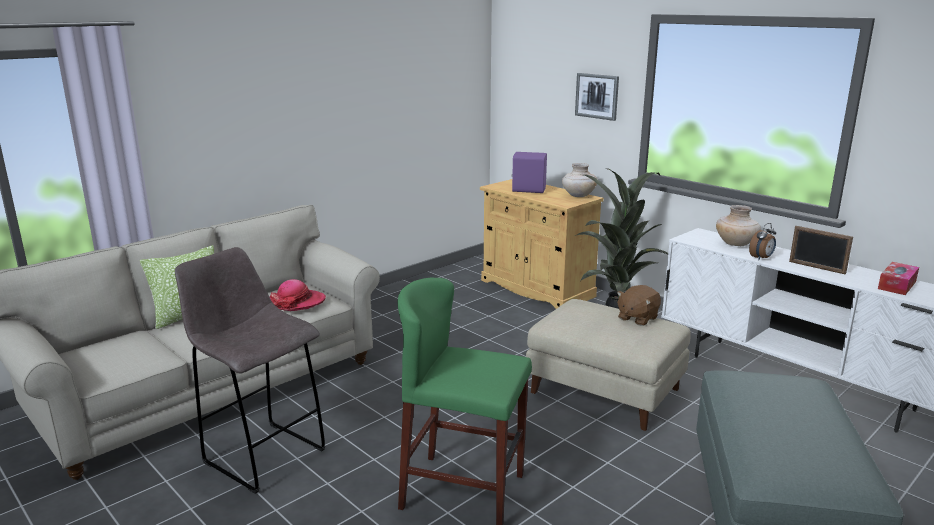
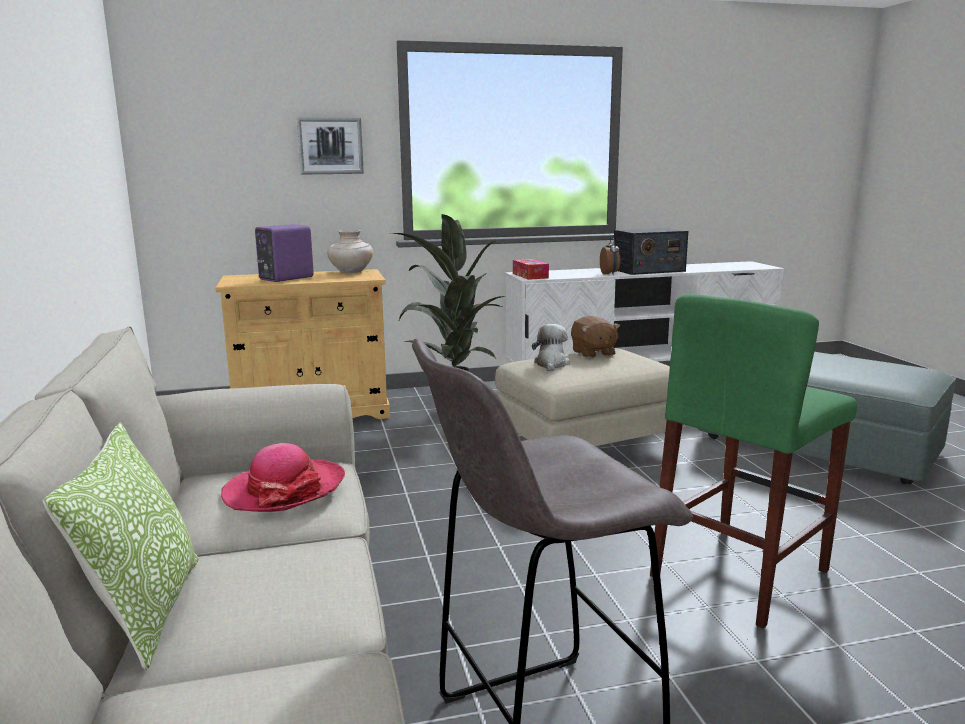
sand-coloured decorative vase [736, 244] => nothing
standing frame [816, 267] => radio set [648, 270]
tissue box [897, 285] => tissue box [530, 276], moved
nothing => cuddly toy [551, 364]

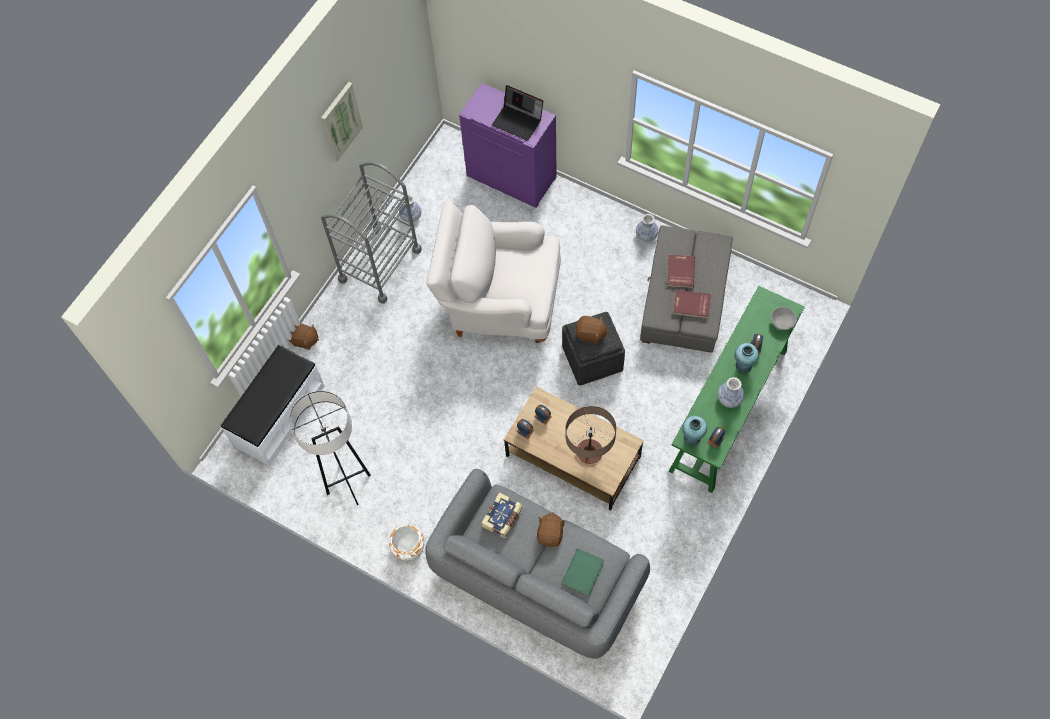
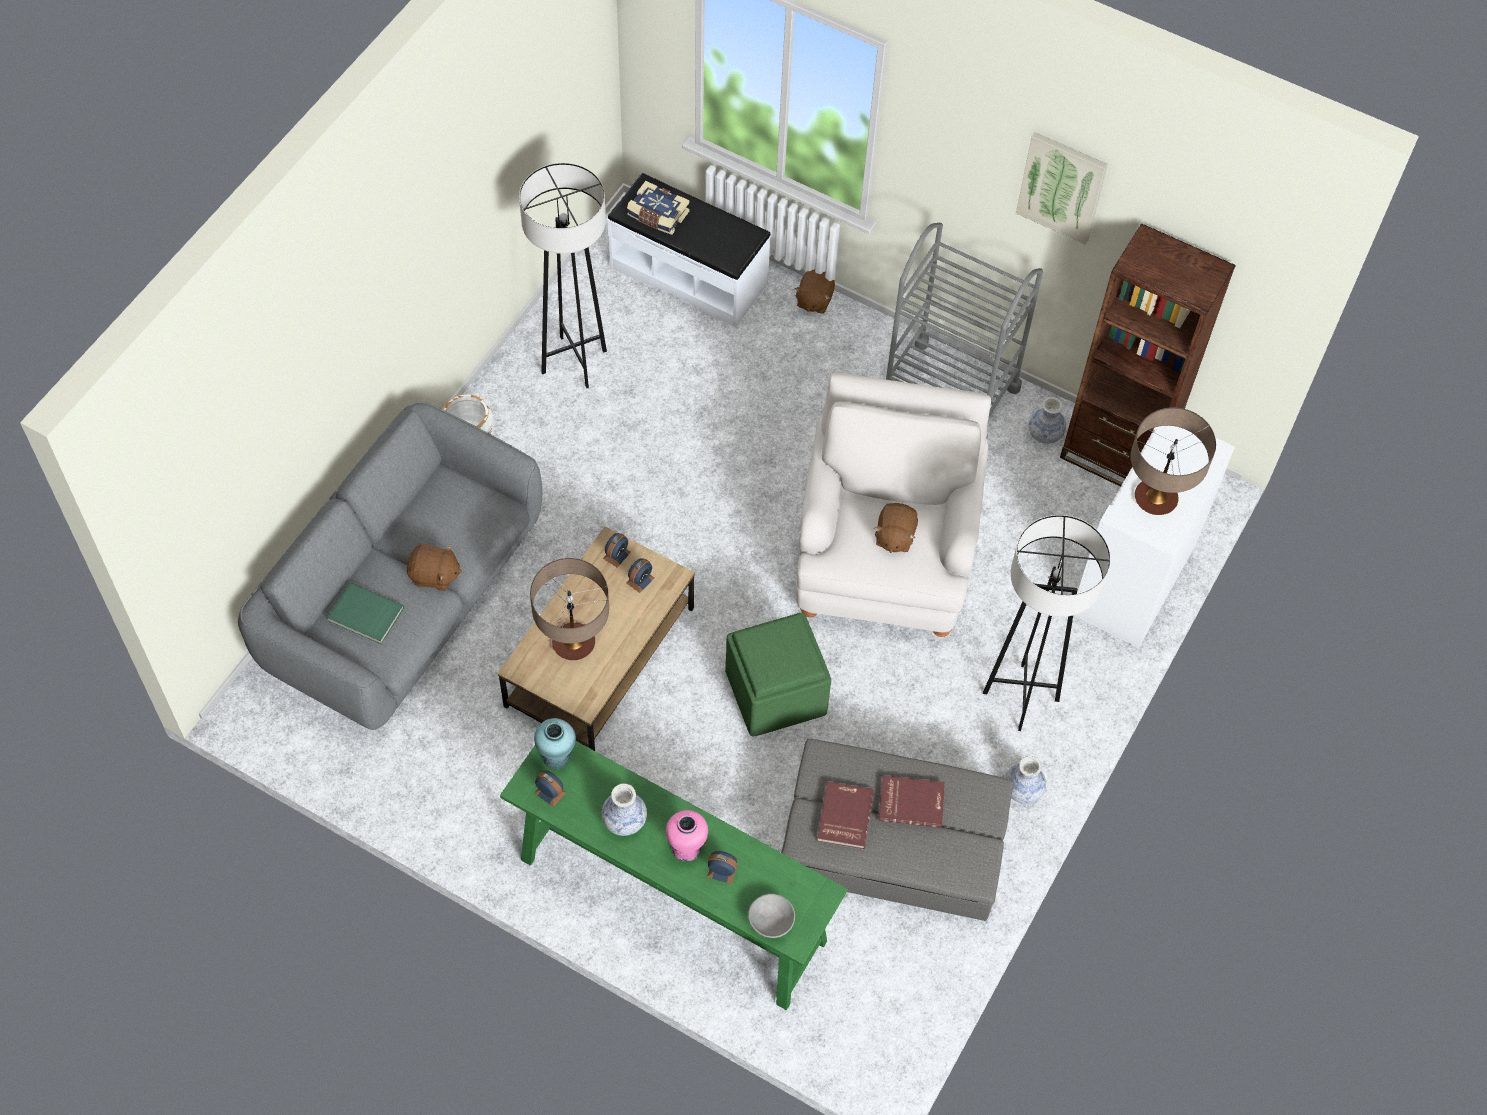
purplish cabinet [512, 176] => white-coloured cabinet [1134, 581]
portable computer [518, 121] => table lamp [1155, 499]
grey pouffe [592, 359] => green pouffe [774, 691]
brown-coloured cuddly toy [590, 334] => brown-coloured cuddly toy [894, 537], moved
turquoise-coloured decorative vase [743, 365] => pinkish decorative vase [686, 848]
book [503, 518] => book [657, 216], moved
nothing => brown-coloured shelving unit [1114, 455]
nothing => grey standing lamp [1020, 696]

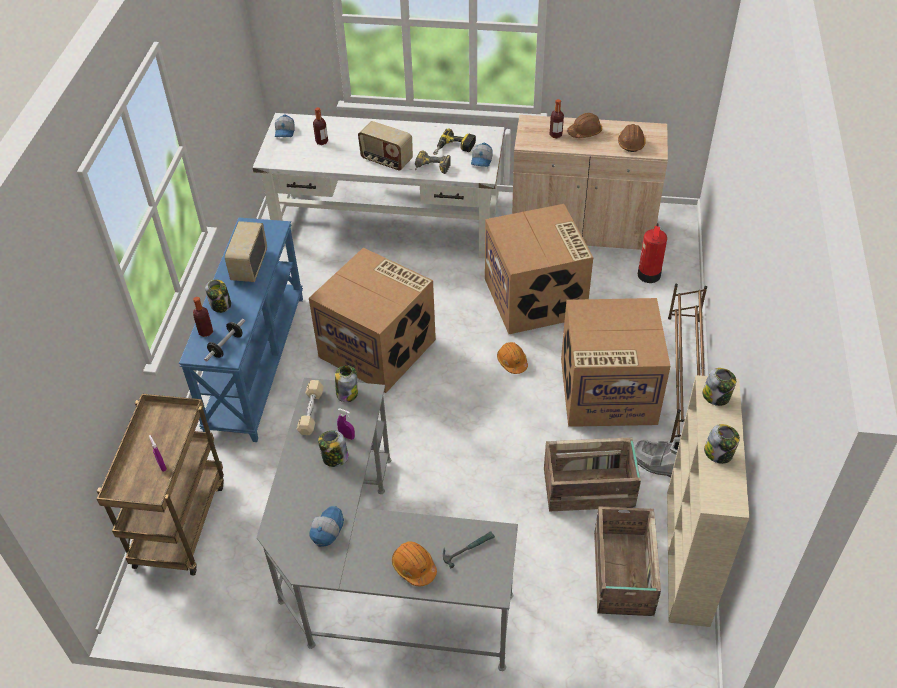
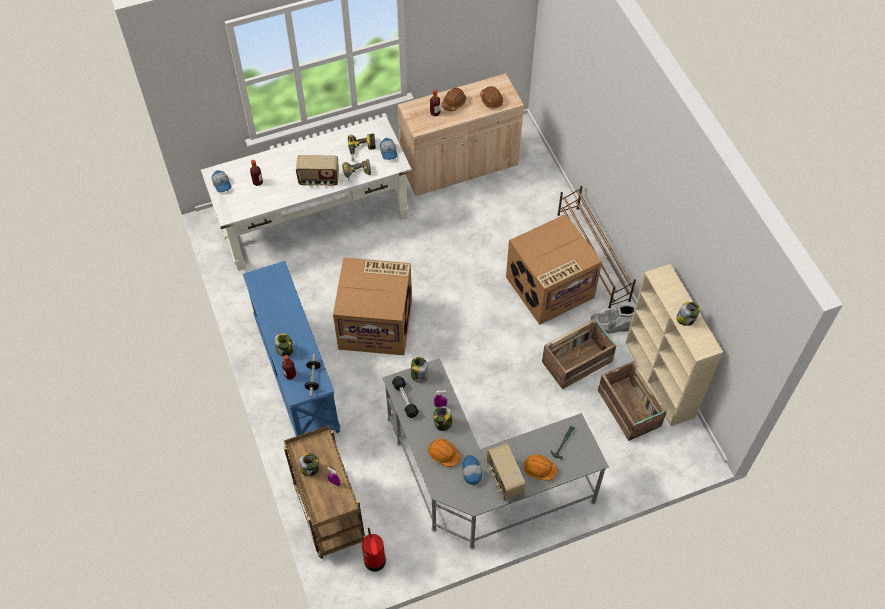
packing box [536, 298] => nothing
radio set [249, 266] => radio set [504, 479], moved
extinguisher [649, 275] => extinguisher [375, 561], moved
orangey work helmet [512, 362] => orangey work helmet [443, 454], moved
preserve jar [716, 396] => preserve jar [310, 468], moved
sand-coloured free weight [311, 412] => black-coloured free weight [405, 399]

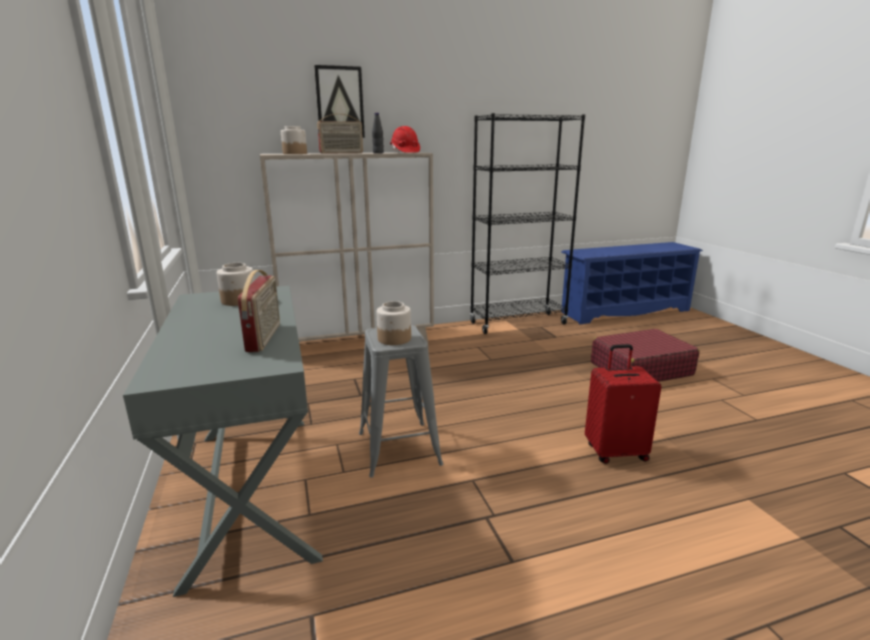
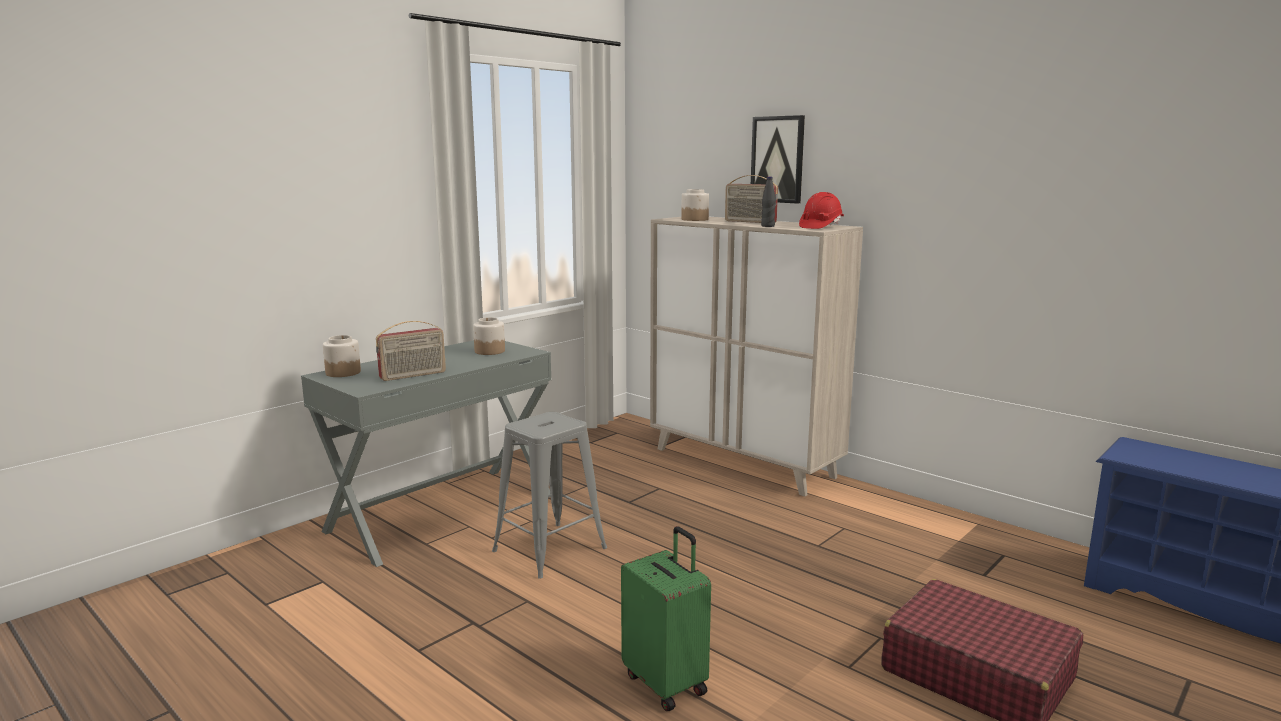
black-coloured shelving unit [518, 323] => nothing
preserve jar [394, 339] => preserve jar [343, 372], moved
red suitcase [615, 452] => green suitcase [667, 683]

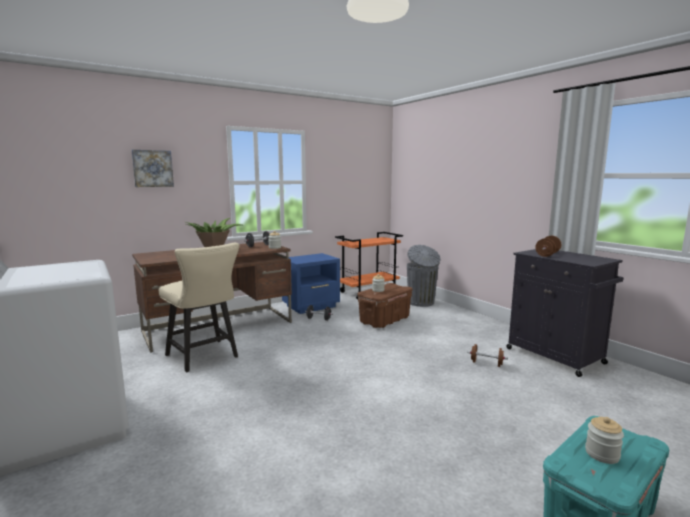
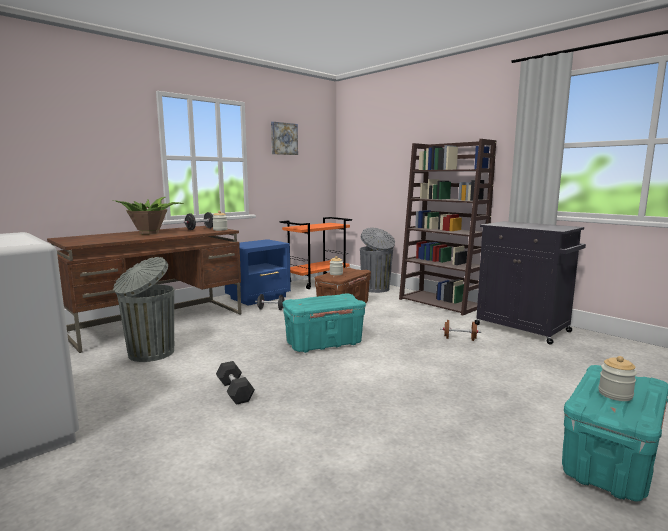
wall picture [152, 168] => wall picture [283, 138], moved
brown-coloured free weight [547, 254] => nothing
sand-coloured plain chair [205, 357] => grey rubbish bin [150, 353]
nothing => brown-coloured shelving unit [441, 303]
nothing => turquoise-coloured storage box [324, 343]
nothing => grey free weight [235, 391]

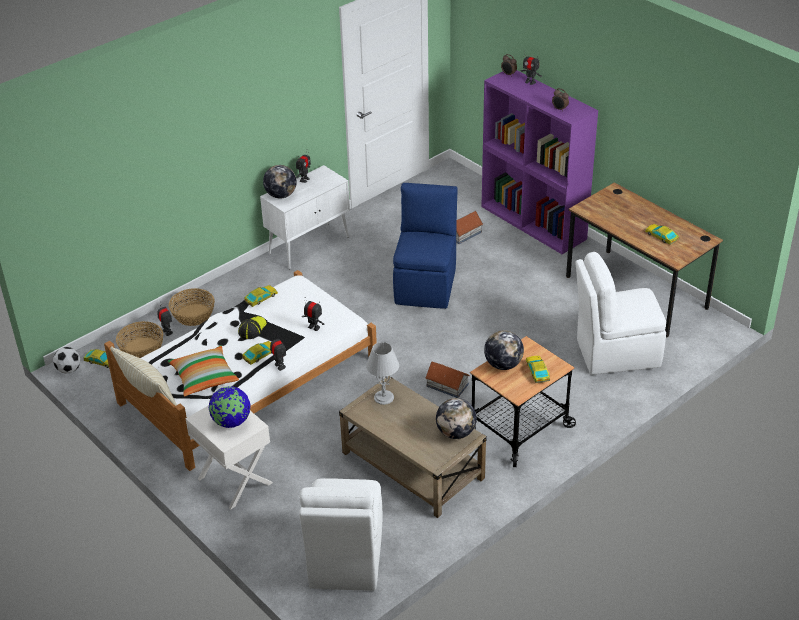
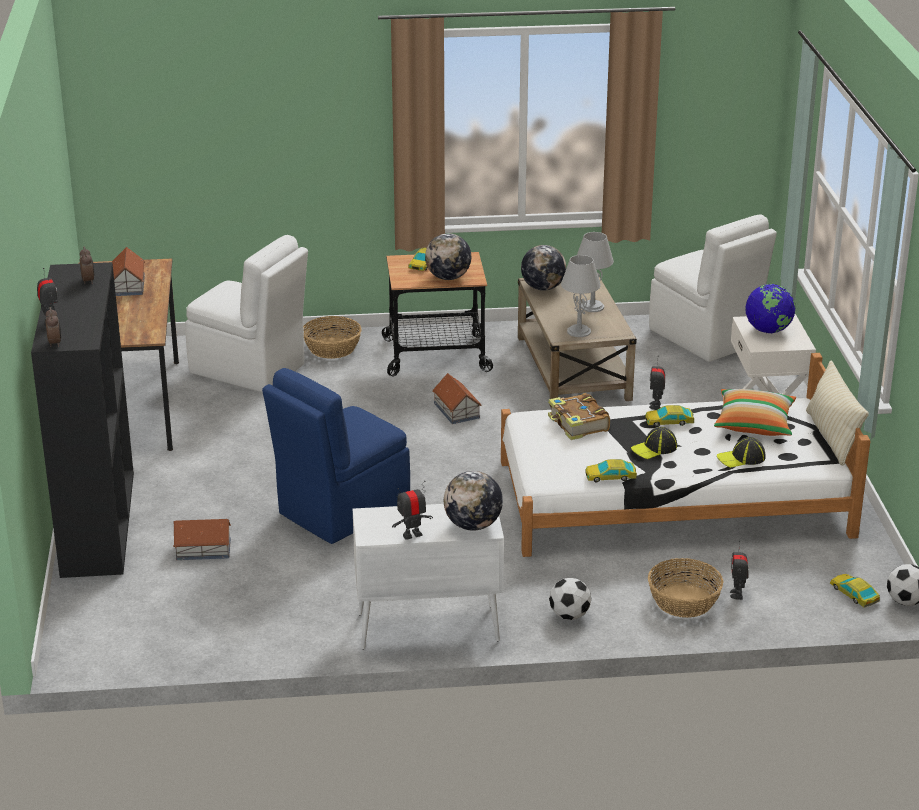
purplish shelving unit [534, 222] => black-coloured shelving unit [97, 522]
model car [661, 236] => miniature house [128, 285]
toy robot [314, 327] => book [578, 425]
basket [141, 349] => basket [332, 348], moved
white-coloured plain chair [345, 558] => white-coloured plain chair [705, 338], 105 degrees clockwise
nothing => grey table lamp [592, 307]
nothing => cap [741, 458]
nothing => football [569, 615]

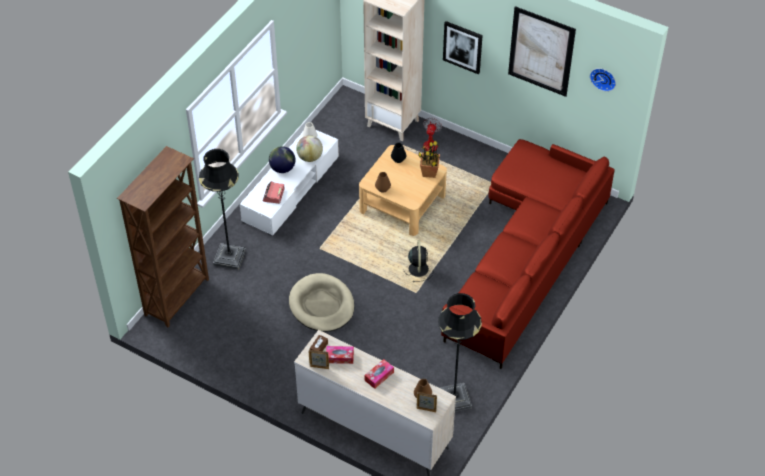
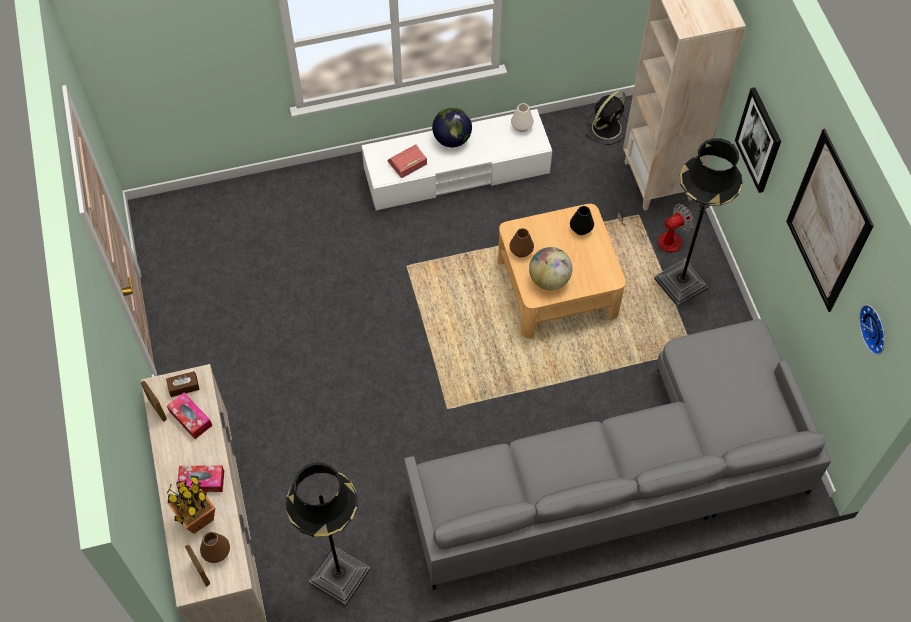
world globe [310, 157] => world globe [549, 279], moved
plant in a pot [429, 172] => plant in a pot [197, 518], moved
red sofa [526, 256] => grey sofa [625, 475]
brown-coloured shelving unit [178, 297] => nothing
black-coloured standing lamp [229, 257] => black-coloured standing lamp [680, 284], moved
black-coloured electric fan [418, 268] => black-coloured electric fan [607, 126], moved
sand-coloured dog cushion [322, 305] => nothing

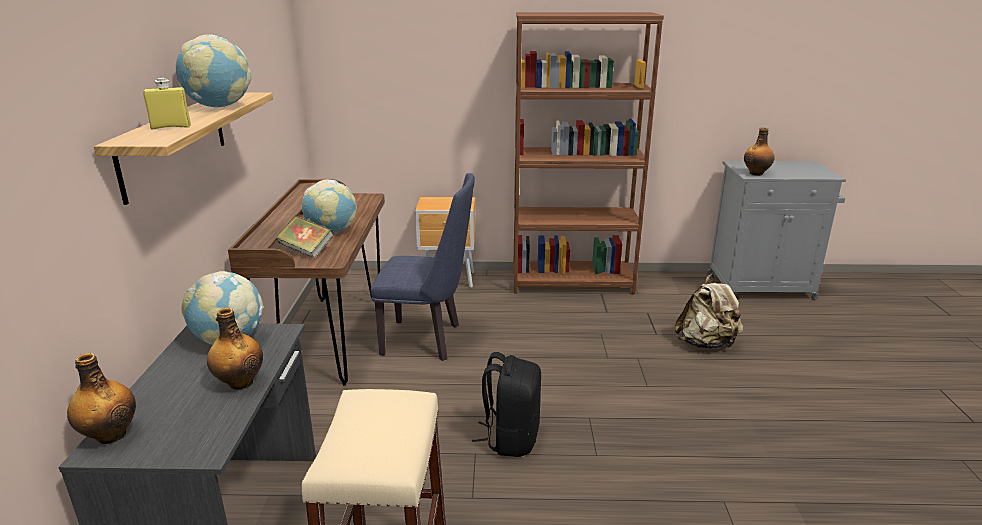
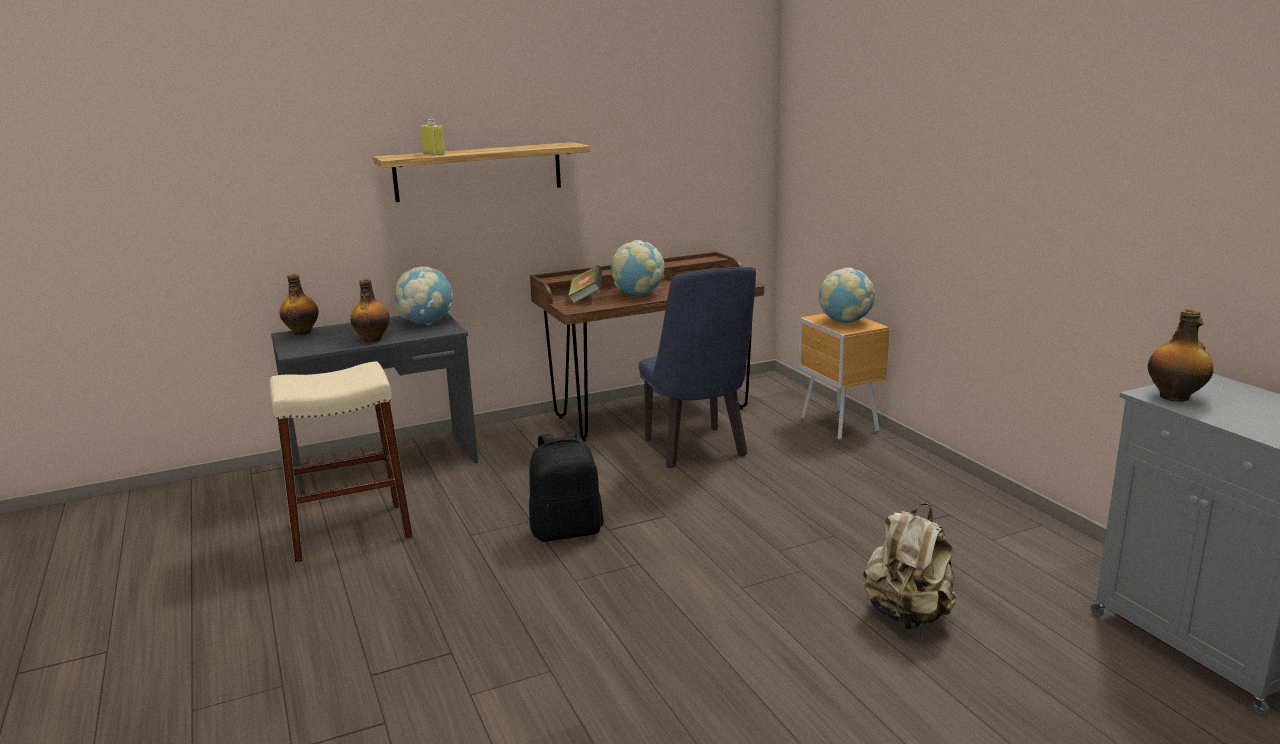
brown-coloured shelving unit [572, 283] => nothing
world globe [219, 107] => world globe [845, 322], moved

